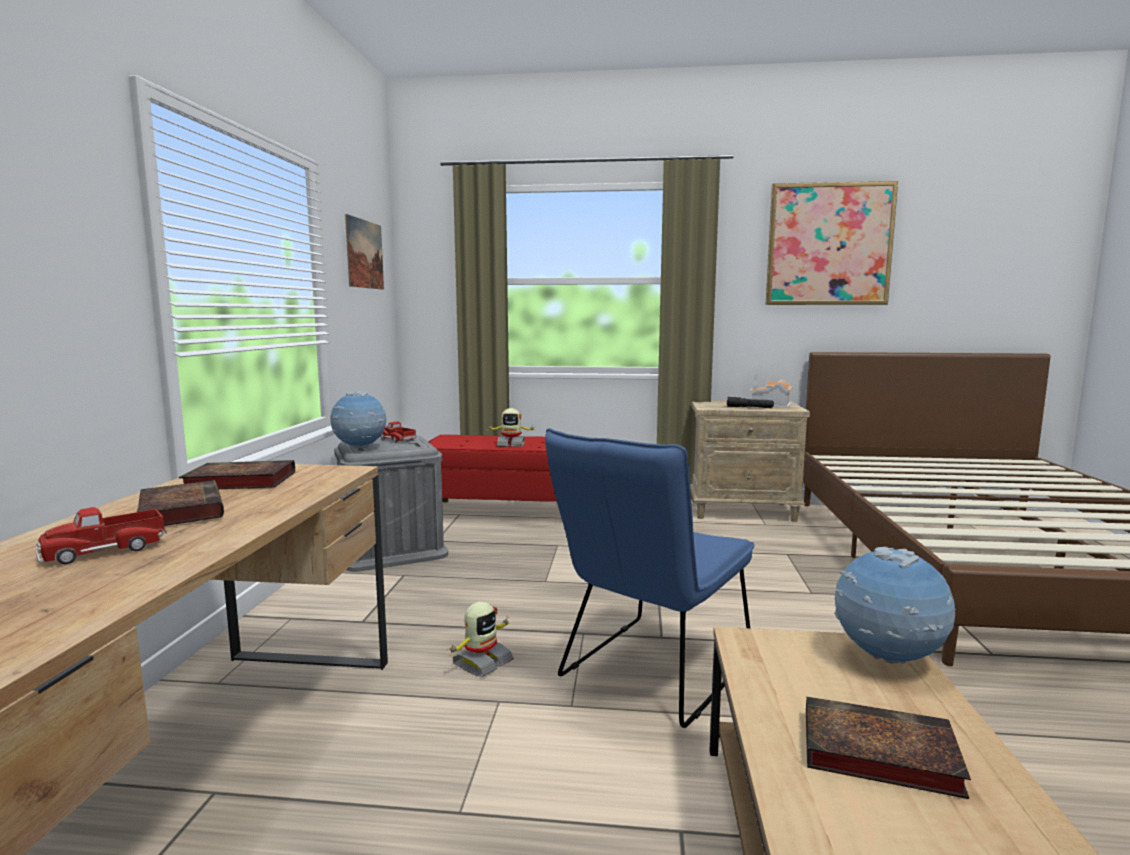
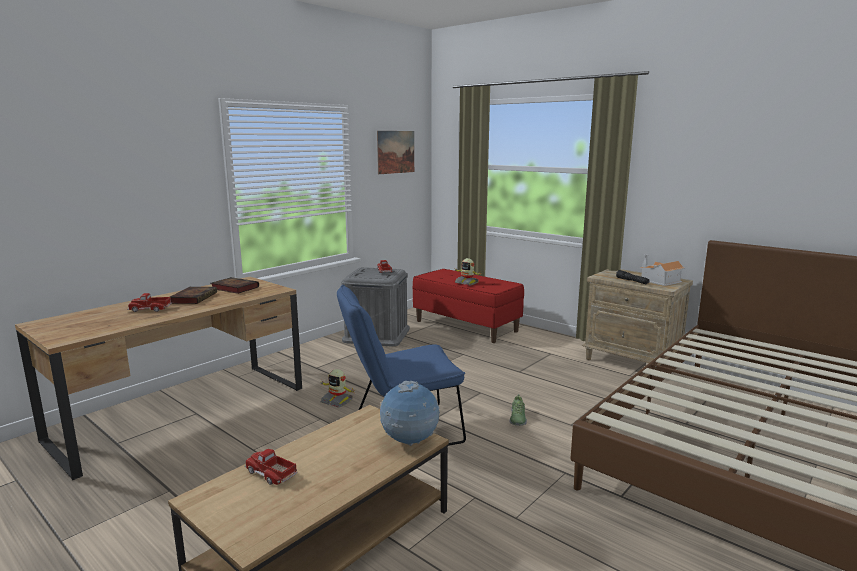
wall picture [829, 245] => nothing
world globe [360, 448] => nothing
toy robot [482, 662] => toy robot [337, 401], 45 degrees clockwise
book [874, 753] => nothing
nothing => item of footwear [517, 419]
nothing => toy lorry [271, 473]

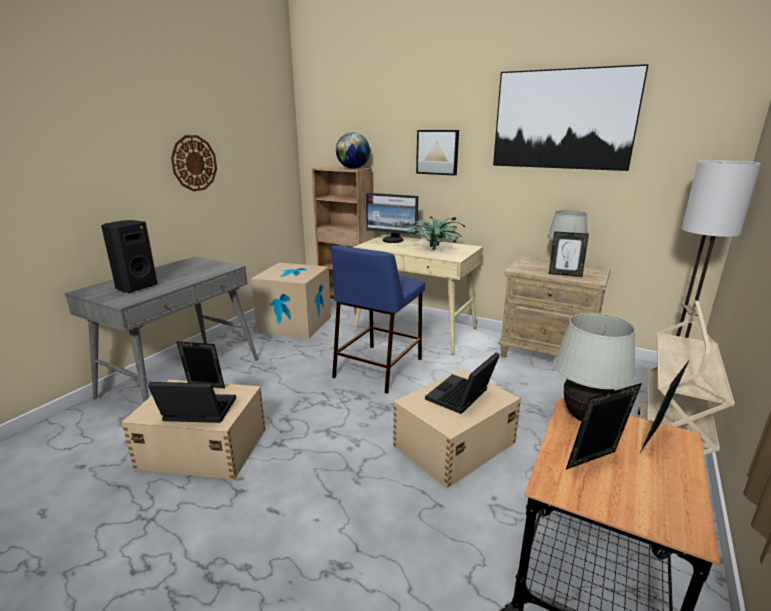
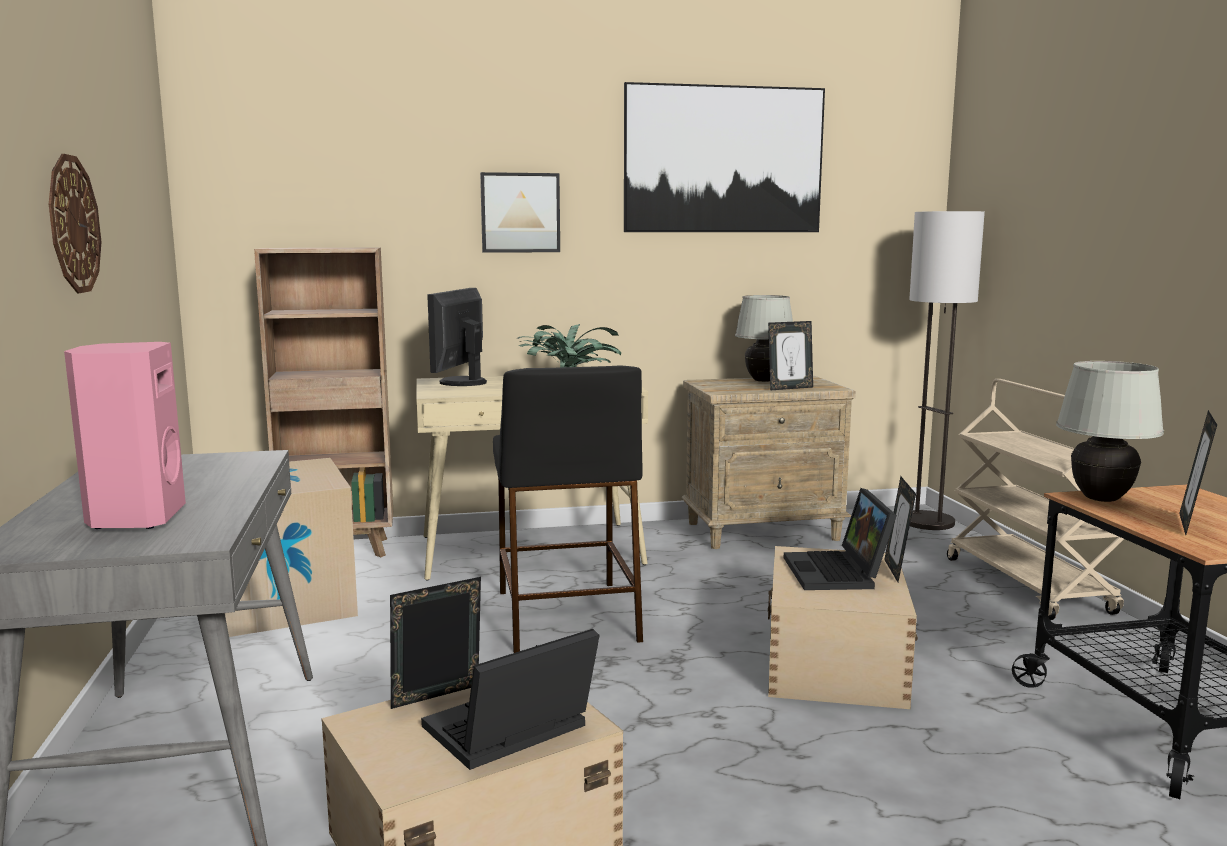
world globe [353, 168] => nothing
computer screen [393, 240] => computer screen [461, 382], 120 degrees clockwise
black-coloured speaker [135, 287] => pinkish speaker [134, 519]
blue stool [378, 367] => black-coloured stool [565, 614]
standing frame [655, 441] => standing frame [896, 571], moved

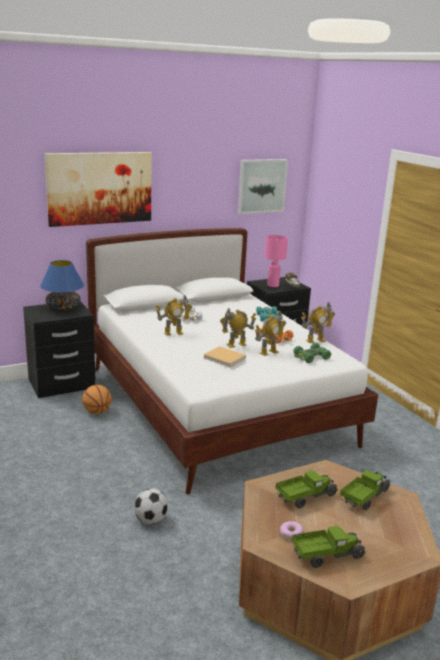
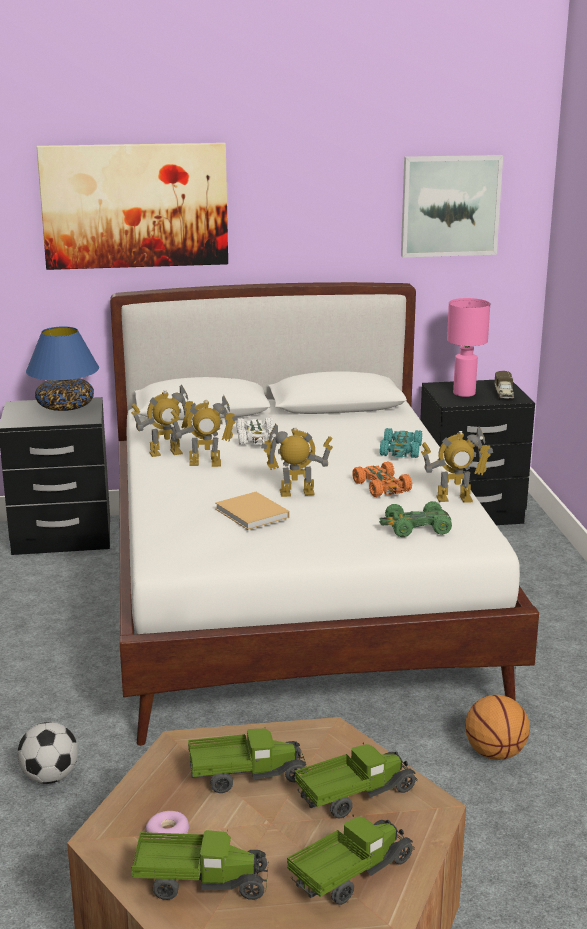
toy robot [268, 352] => toy robot [165, 453], moved
basketball ball [97, 412] => basketball ball [495, 753], moved
nothing => toy lorry [351, 875]

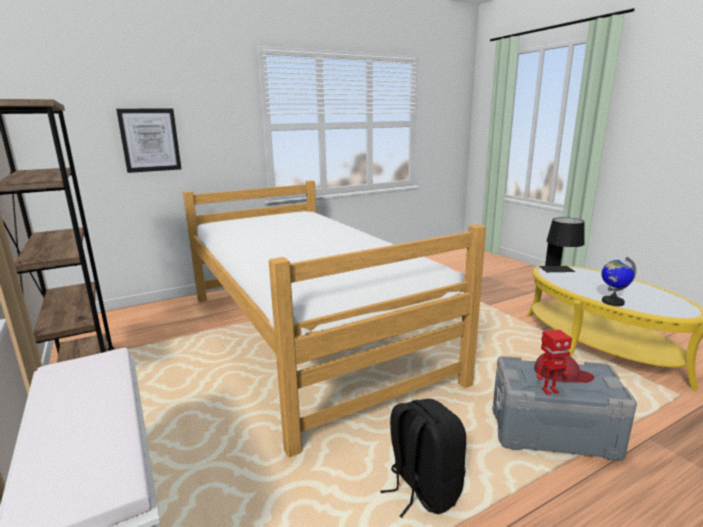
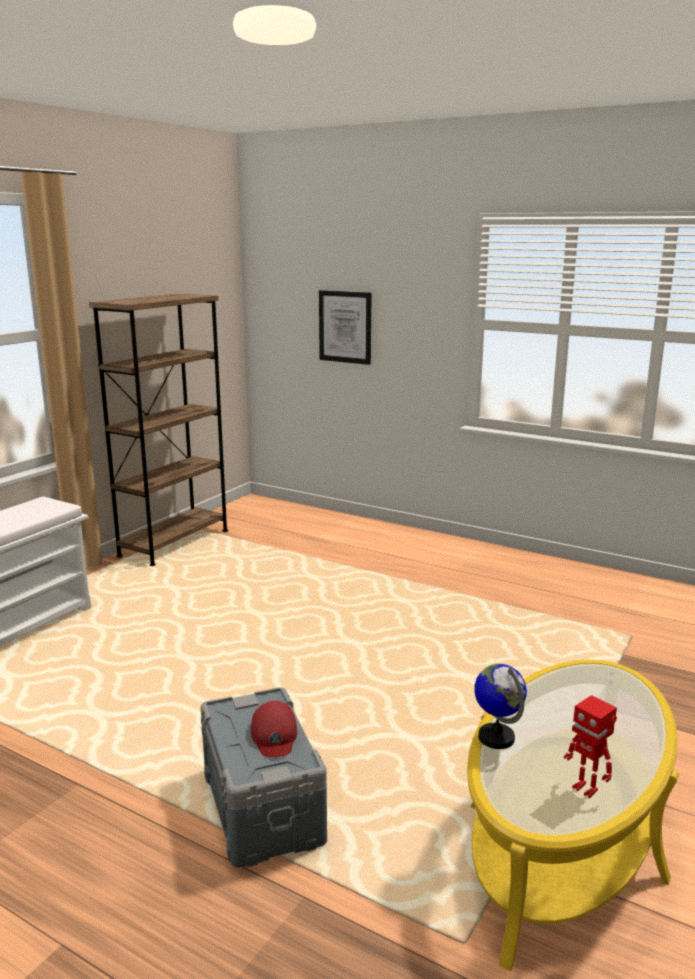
bedroom bed [308, 334] => nothing
black-coloured table lamp [560, 271] => nothing
toy robot [549, 390] => toy robot [586, 789], moved
black-coloured backpack [422, 489] => nothing

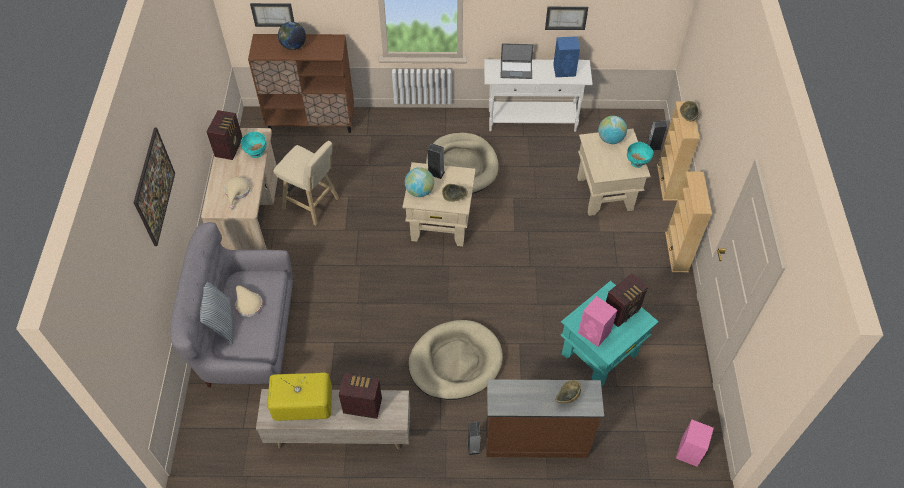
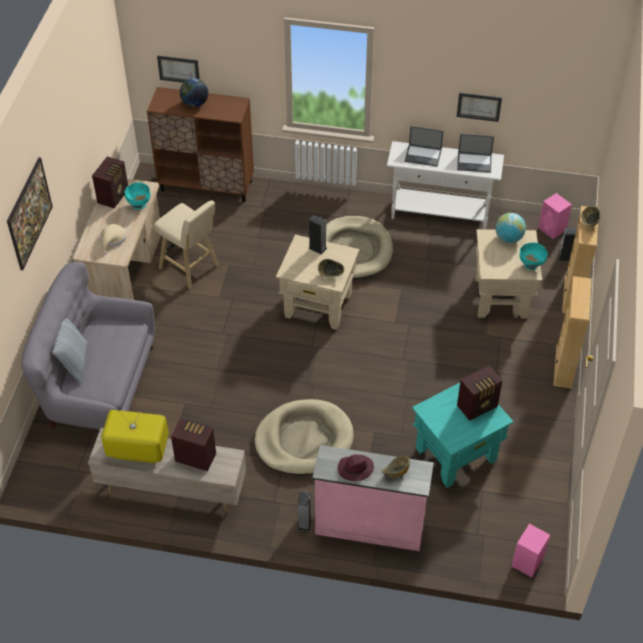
blue speaker [565, 70] => portable computer [474, 162]
world globe [419, 191] => nothing
sand-coloured wearable hat [248, 304] => nothing
pinkish speaker [595, 333] => pinkish speaker [552, 229], moved
brown-coloured drawer chest [535, 440] => pinkish drawer chest [369, 526]
nothing => purplish wearable hat [355, 469]

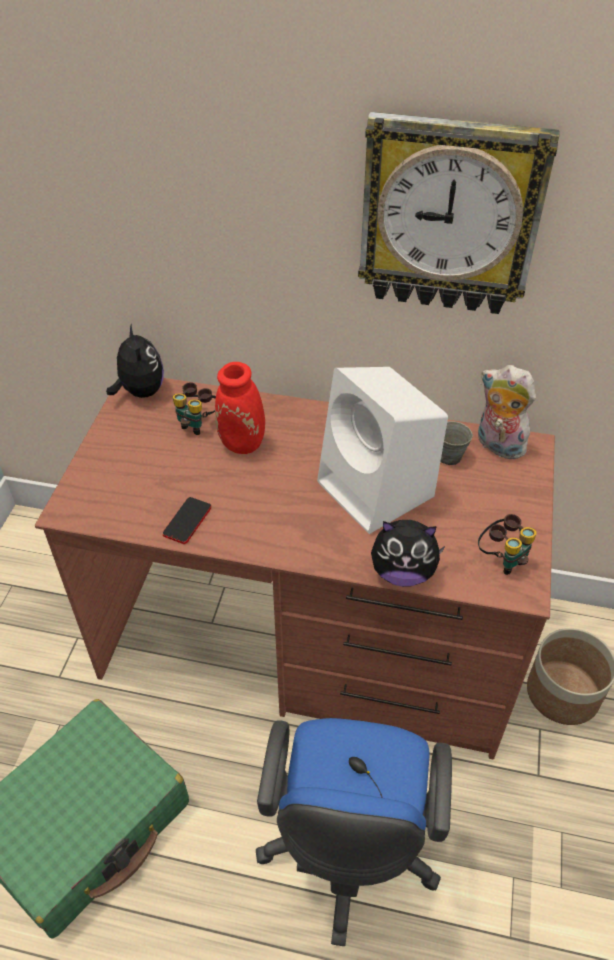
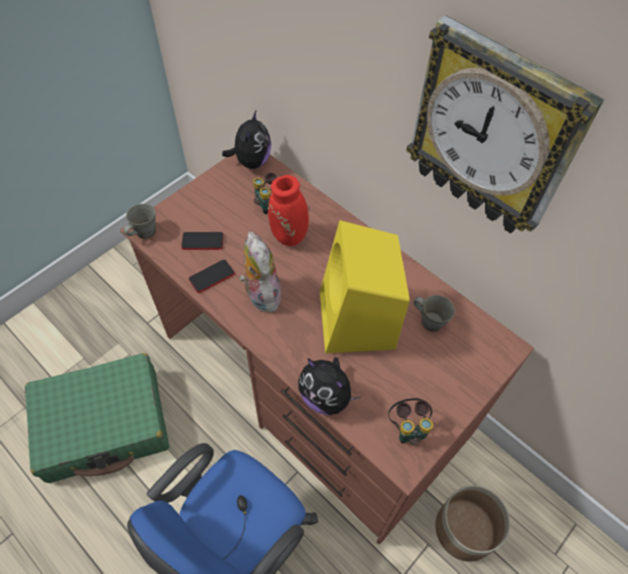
cuddly toy [497, 446] => cuddly toy [260, 294], moved
white-coloured speaker [378, 490] => yellowish speaker [357, 322]
nothing => grey tea mug [144, 232]
nothing => handset [202, 241]

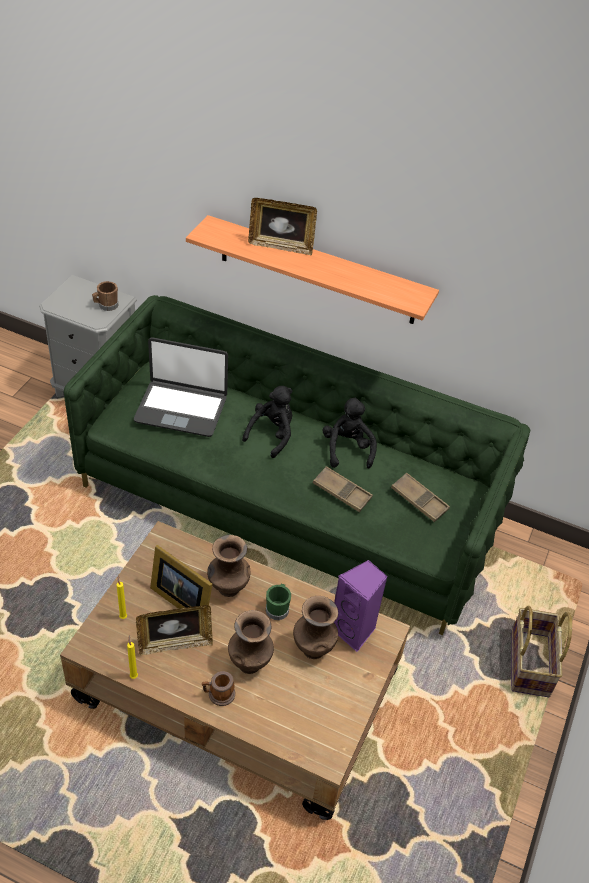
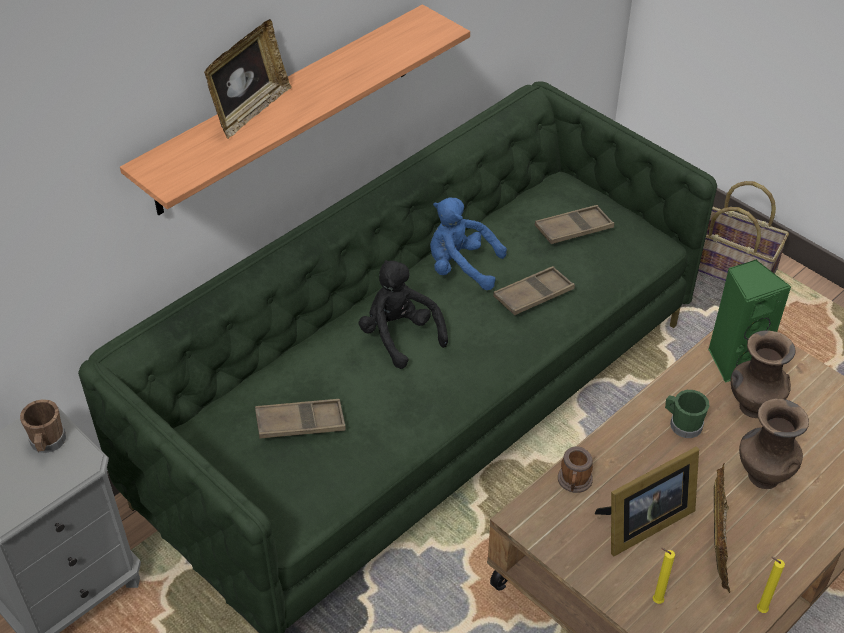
portable computer [181, 408] => brown-coloured tray [300, 423]
black-coloured cuddly toy [347, 449] => blue cuddly toy [461, 267]
brown-coloured decorative vase [227, 588] => nothing
purplish speaker [354, 631] => green speaker [734, 360]
tea mug [218, 694] => tea mug [574, 482], moved

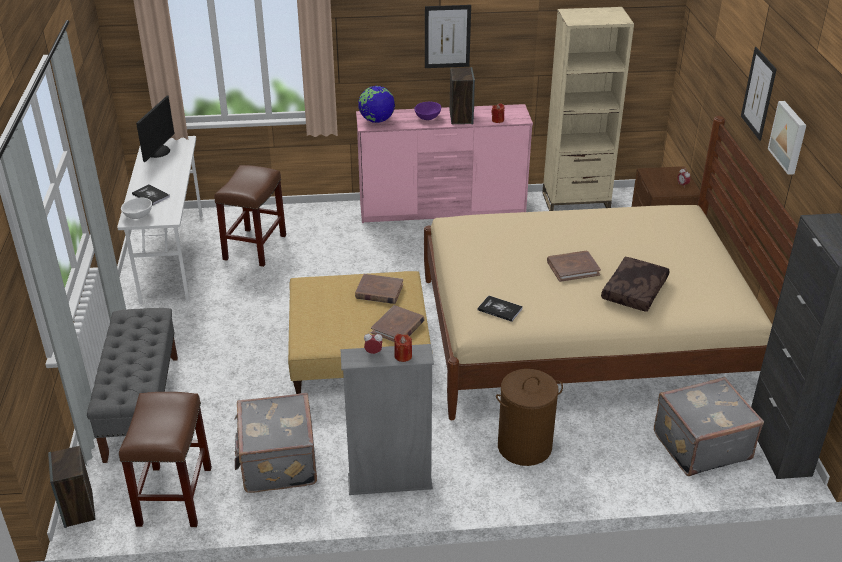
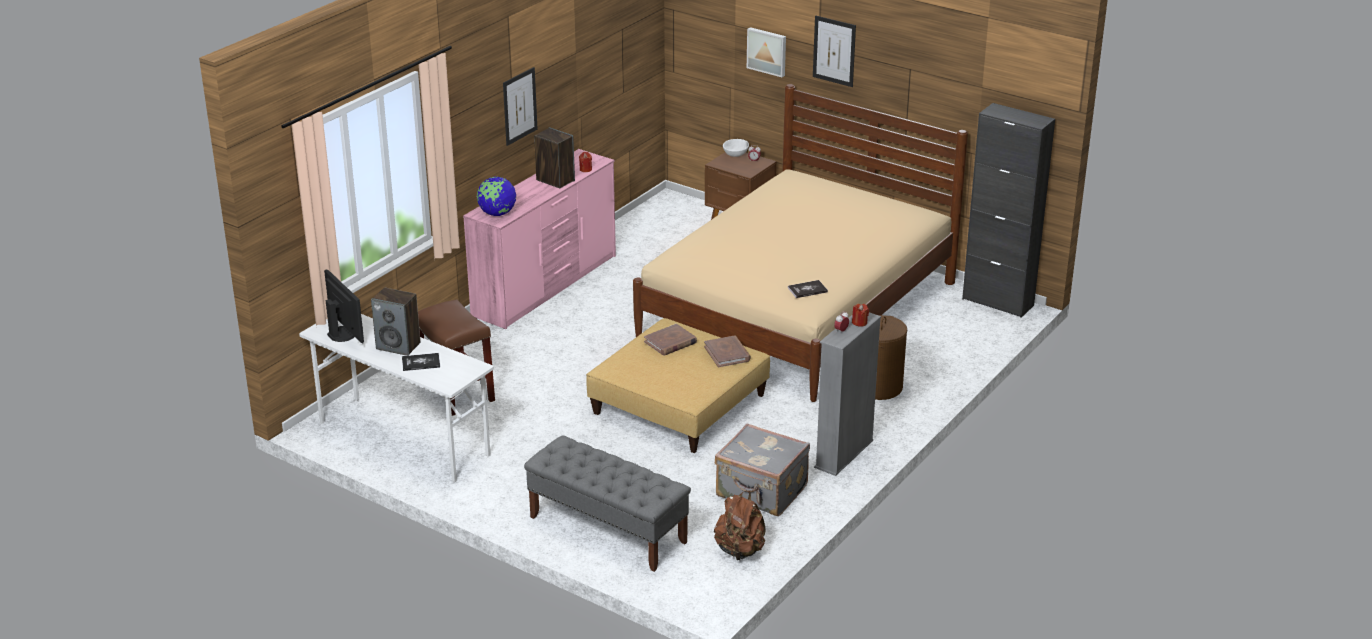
sand-coloured shelving unit [576, 202] => nothing
wall picture [789, 137] => wall picture [767, 51], moved
purplish deep dish [427, 117] => nothing
white-coloured deep dish [139, 215] => white-coloured deep dish [735, 154], moved
brown-coloured book [573, 268] => nothing
brown-coloured throw pillow [635, 292] => nothing
grey suitcase [700, 445] => nothing
brown-coloured stool [175, 496] => brown-coloured backpack [740, 550]
speaker [79, 509] => speaker [399, 346], moved

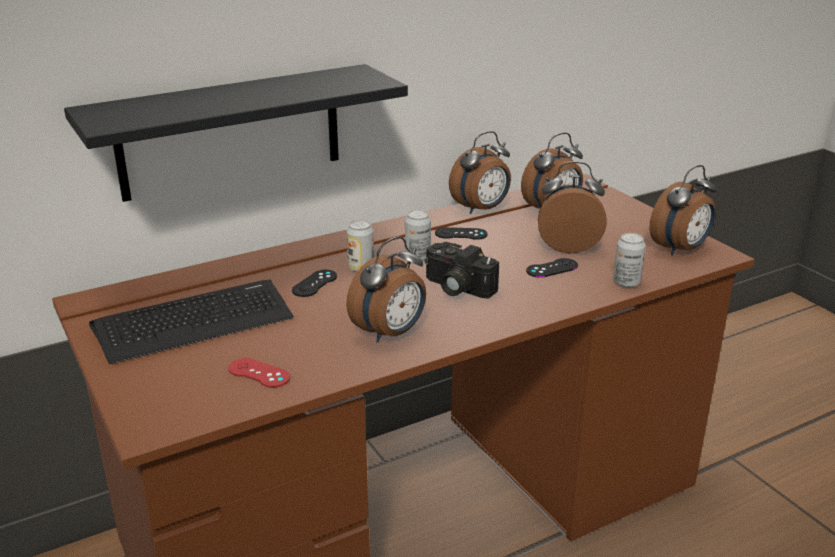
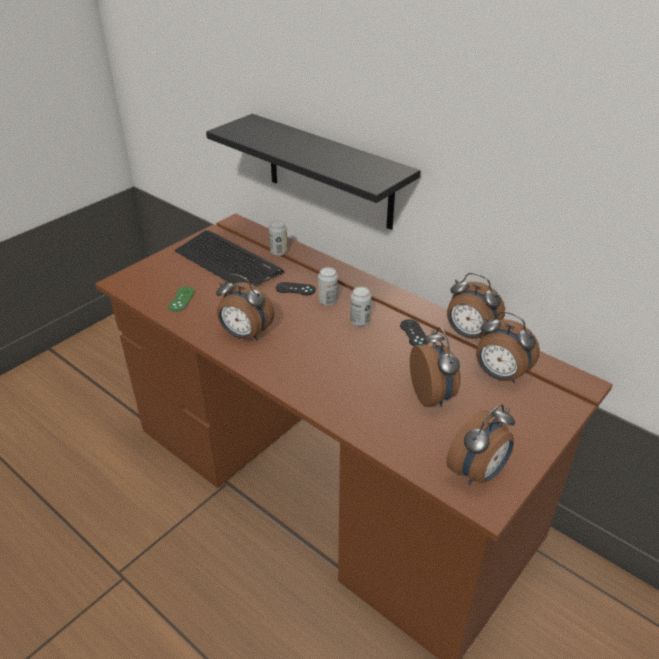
bedside clock [680, 249] => bedside clock [478, 473], 75 degrees counterclockwise
metal can [626, 282] => metal can [279, 252], moved
photo camera [456, 288] => nothing
black-coloured game controller [552, 268] => nothing
red game controller [259, 373] => green game controller [181, 299]

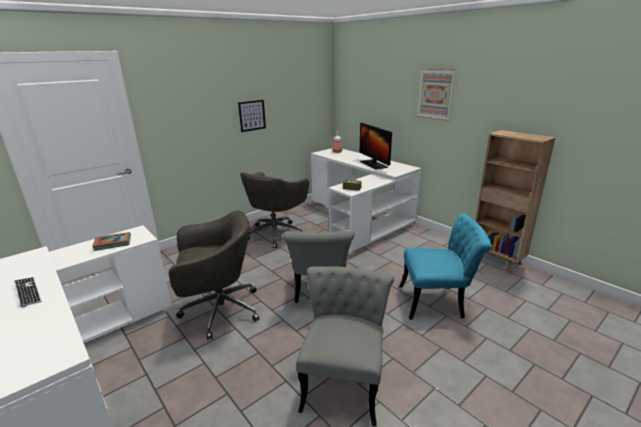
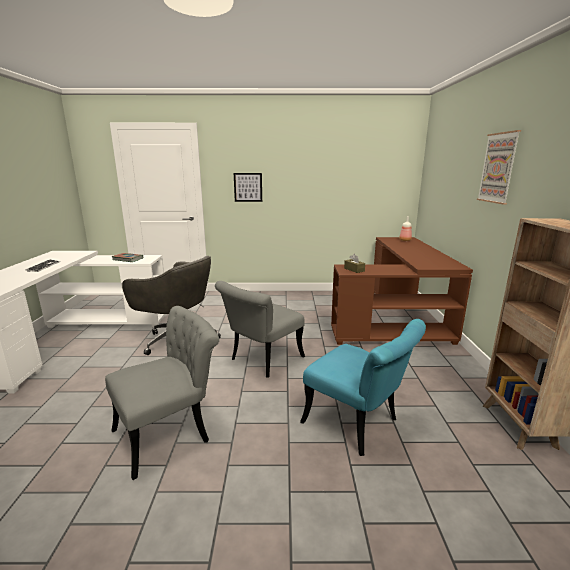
wall picture [252, 115] => wall picture [248, 187], moved
computer screen [373, 164] => nothing
white-coloured desk [360, 219] => brown-coloured desk [398, 319]
grey desk chair [276, 233] => nothing

